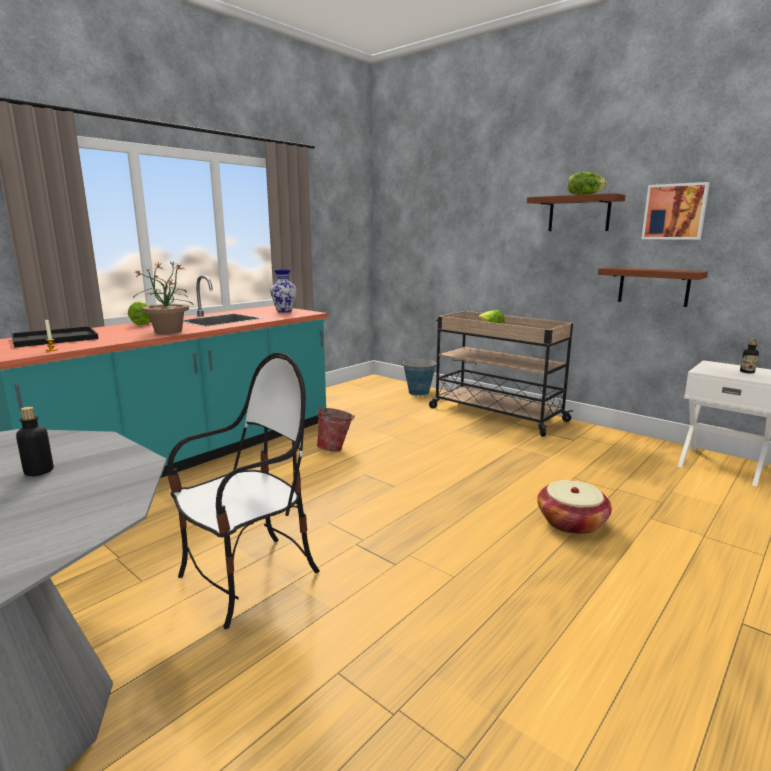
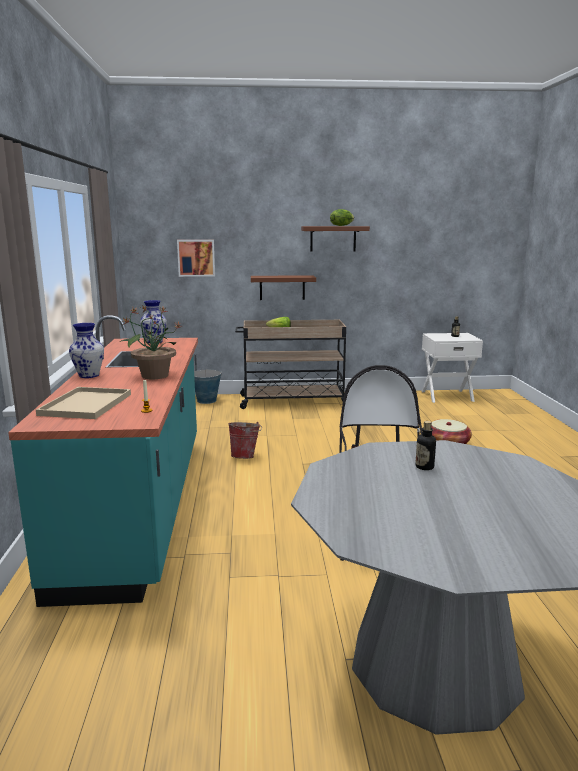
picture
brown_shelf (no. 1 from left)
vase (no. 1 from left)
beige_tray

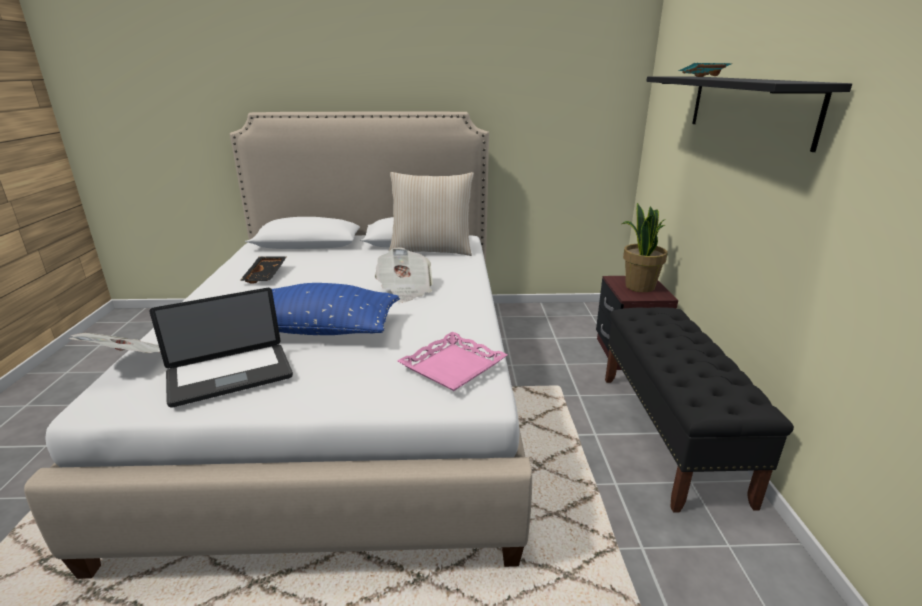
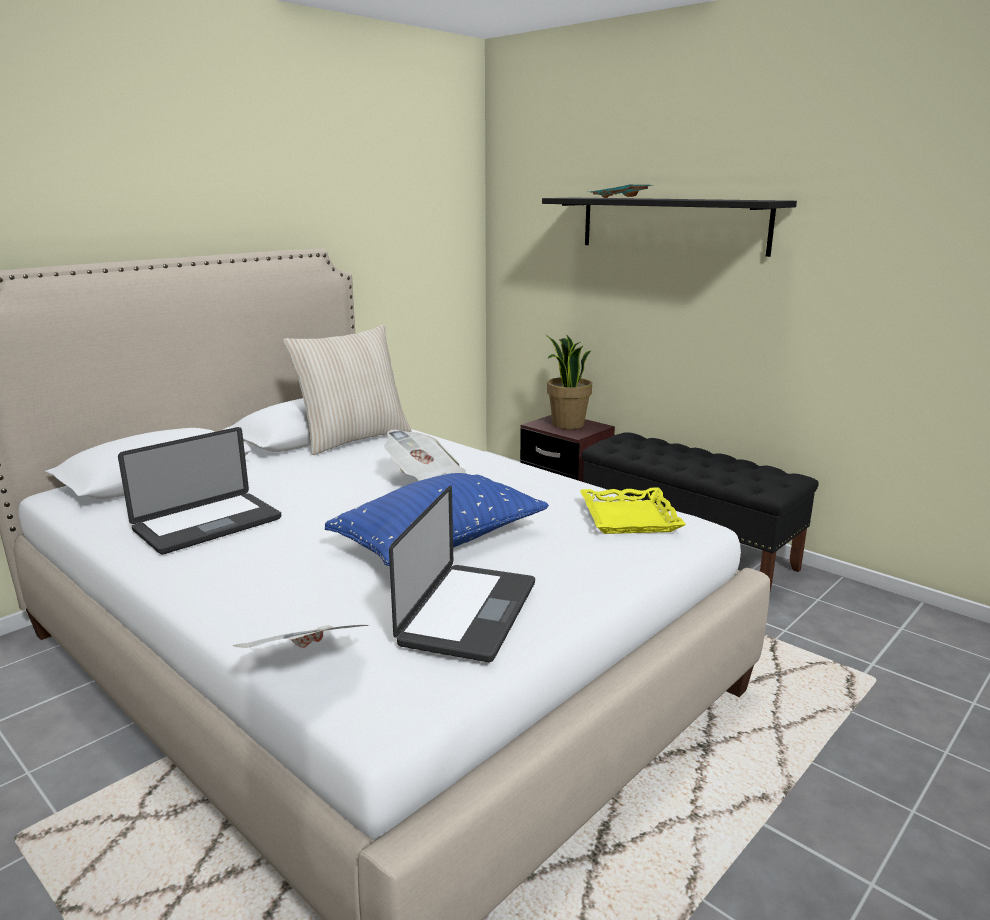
laptop (no. 1 from left)
yellow_tray

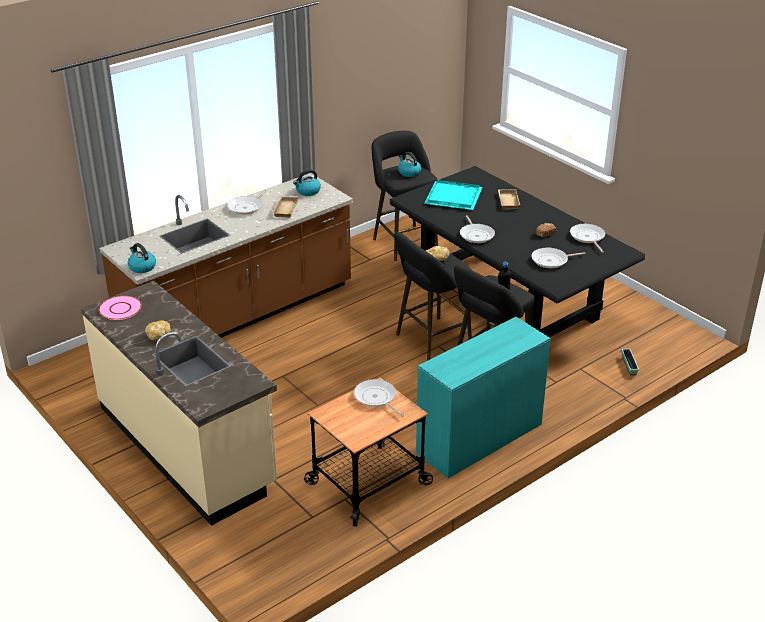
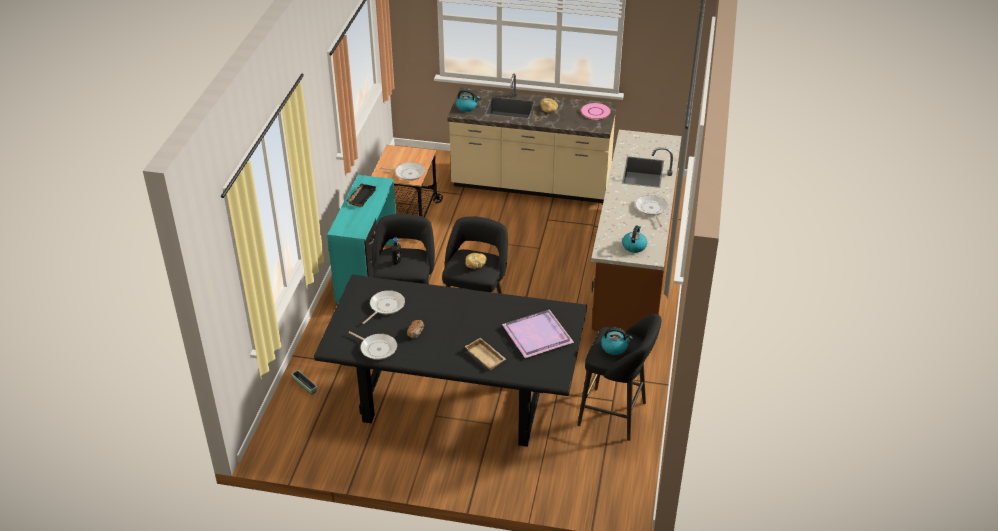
purple_tray
beige_tray (no. 1 from left in the first image)
frying_pan (no. 3 from left in the first image)
kettle (no. 1 from left)
black_tray

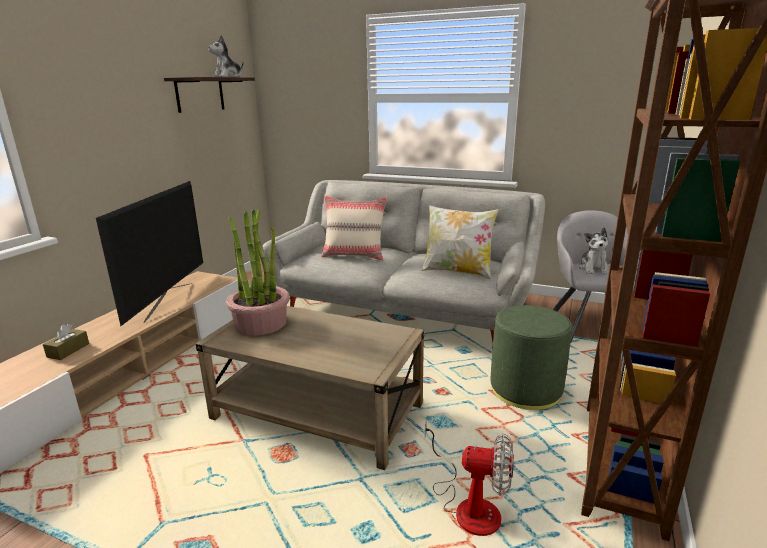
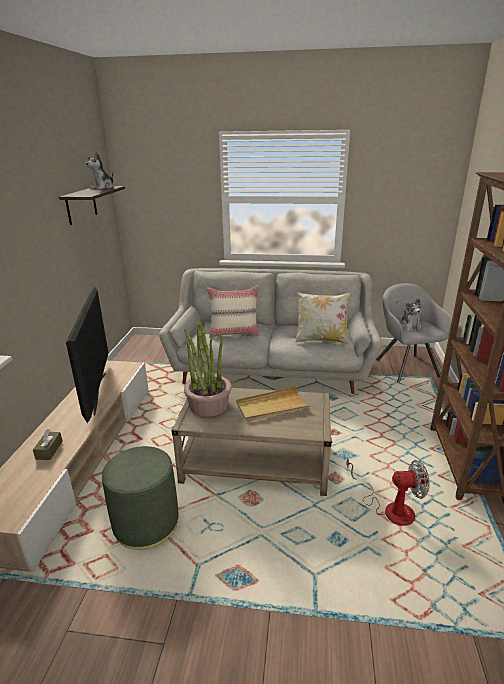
green_ottoman
beige_tray

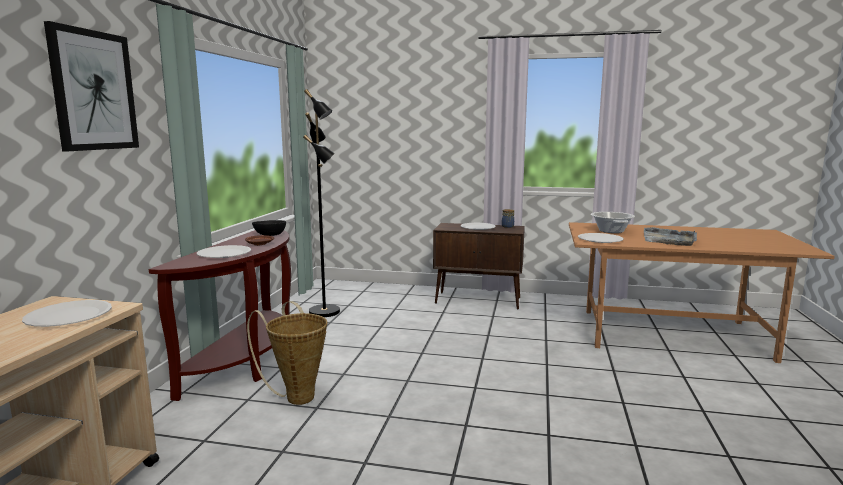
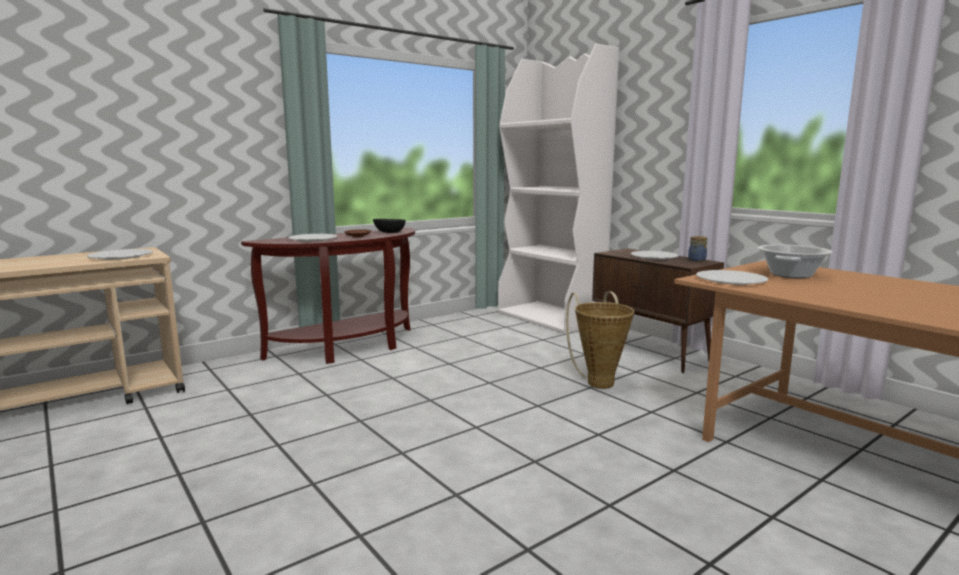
picture
black_floor_lamp
grey_tray
basket
white_bookcase

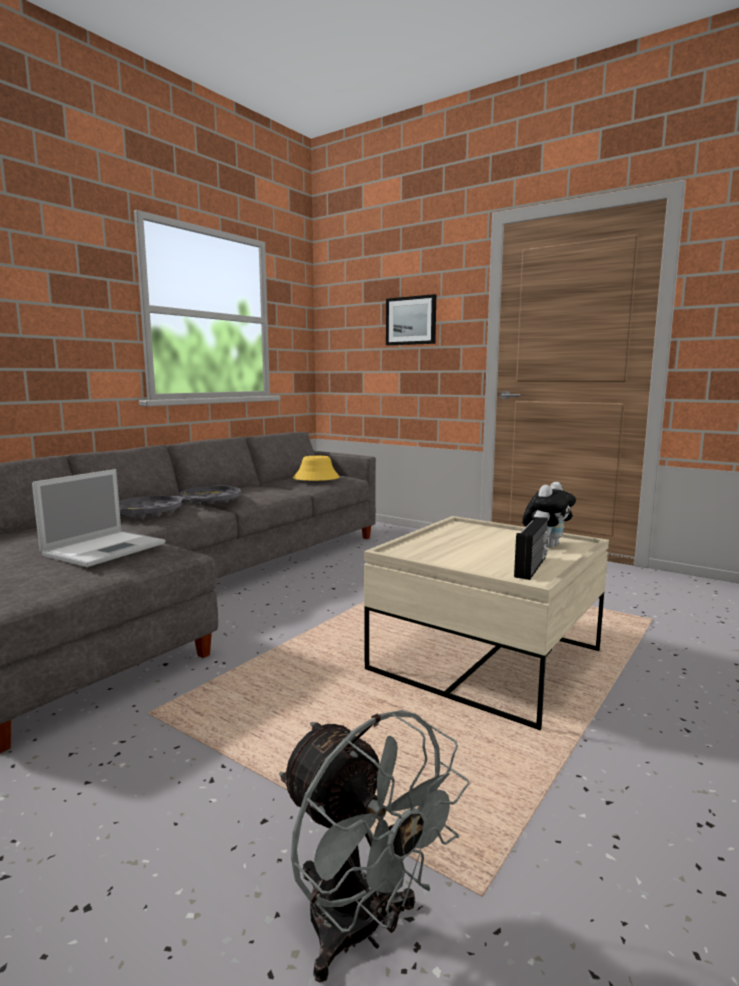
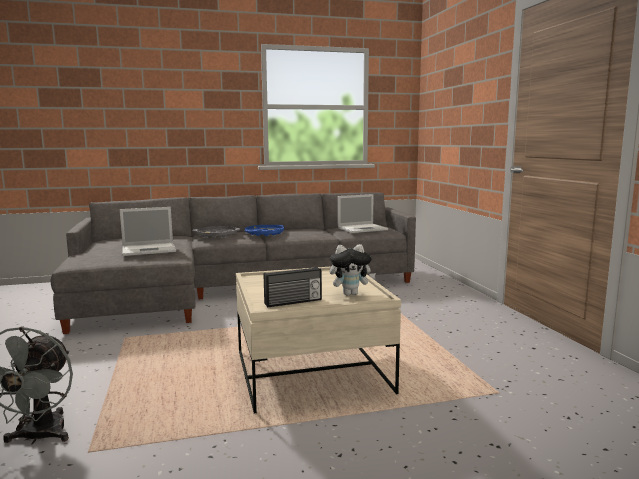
picture
laptop (no. 2 from left)
blue_tray

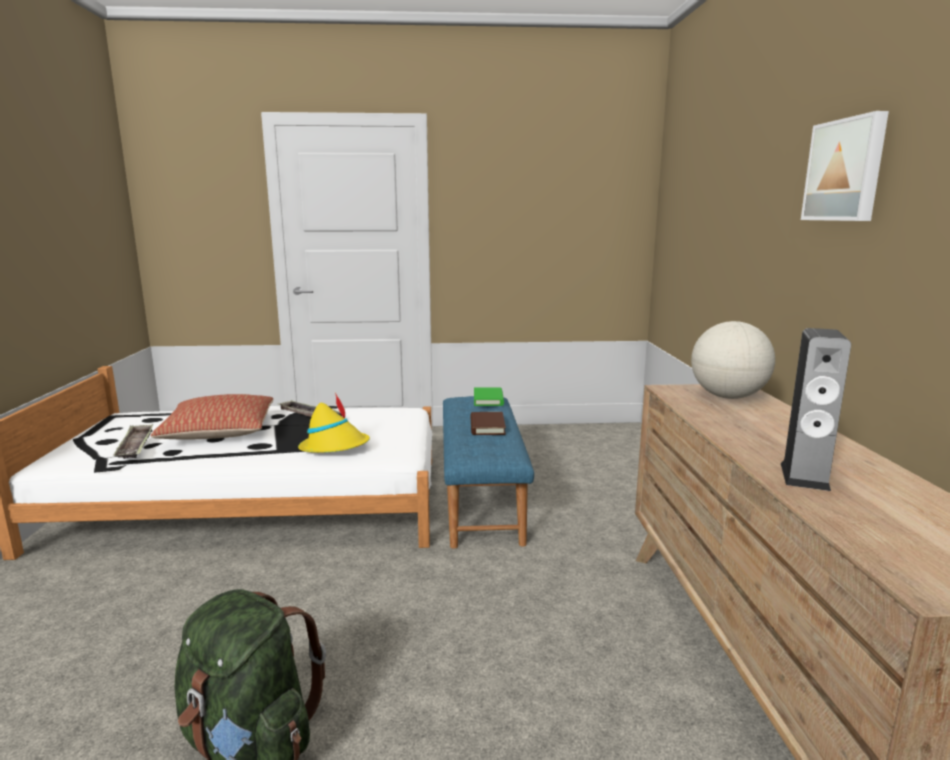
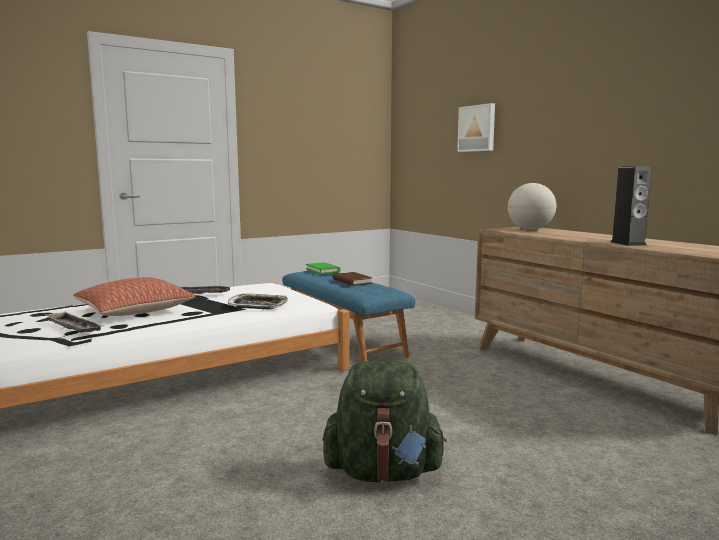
picture
tray (no. 3 from left)

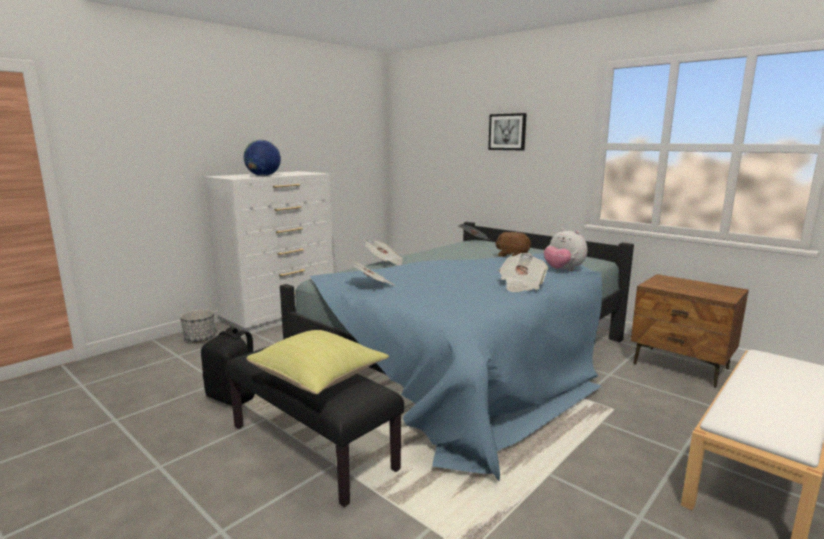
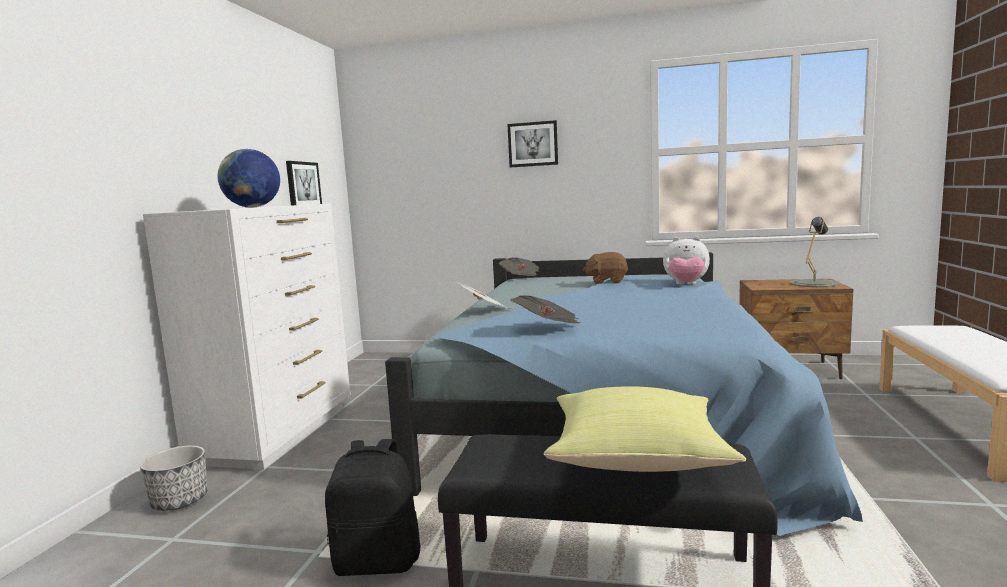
newspaper (no. 4 from left in the first image)
picture (no. 1 from left)
grey_table_lamp

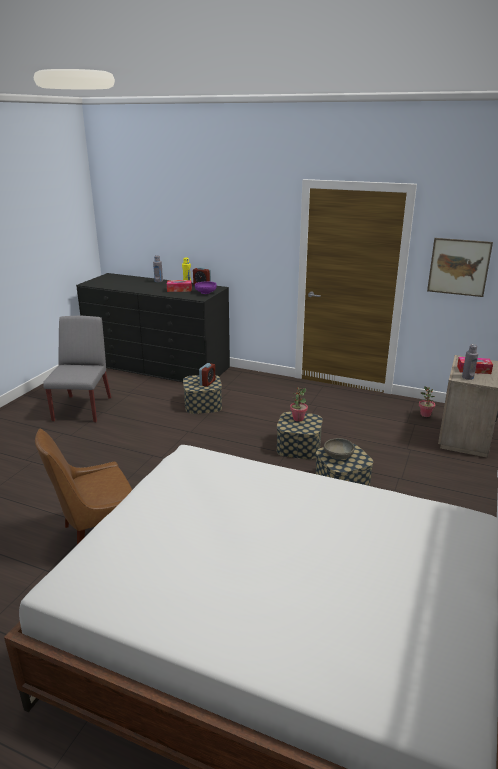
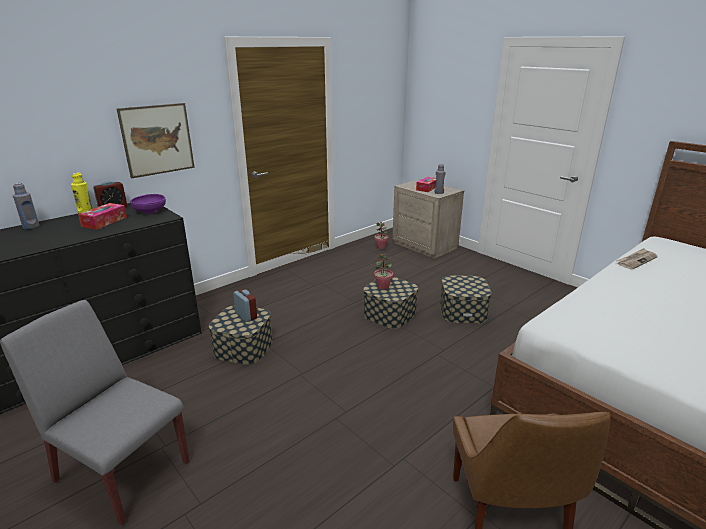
picture
grey_bowl
newspaper

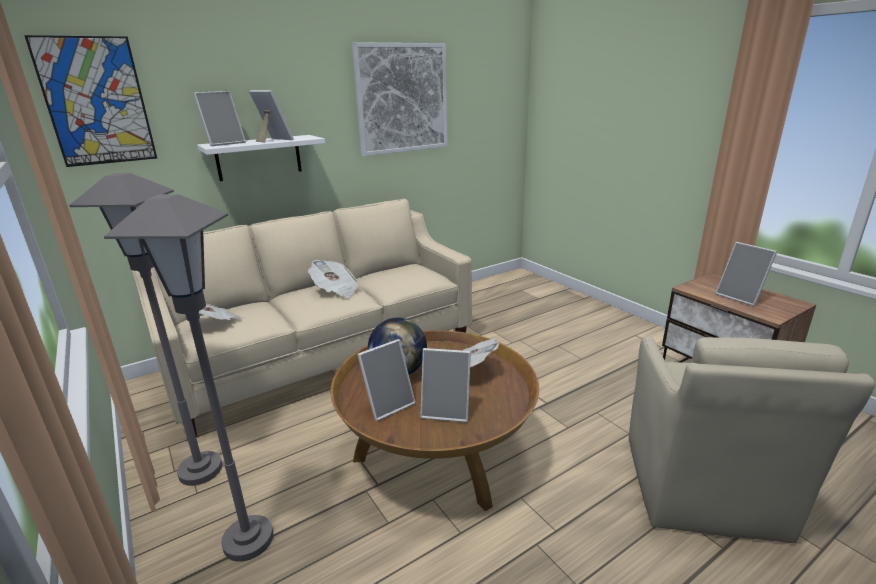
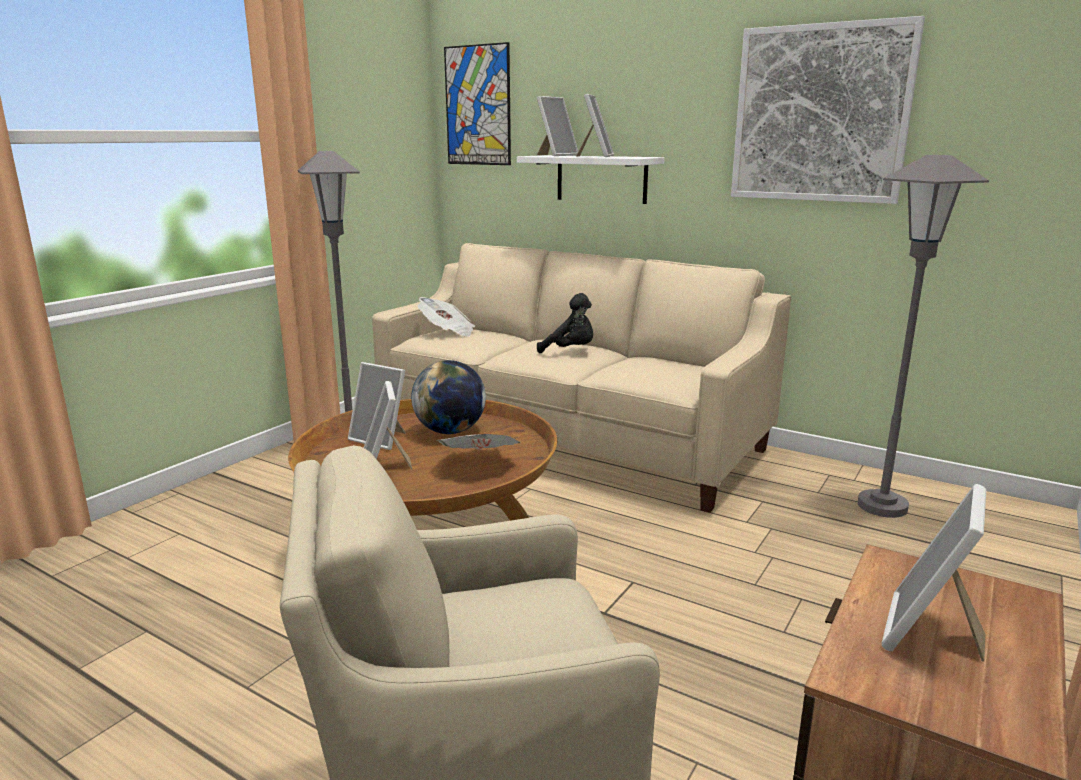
picture_frame (no. 3 from left)
grey_floor_lamp (no. 2 from left)
black_plush_toy

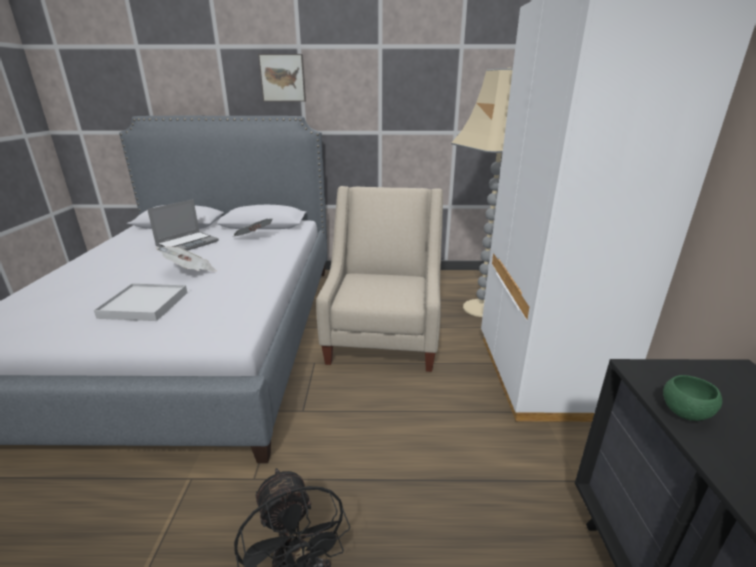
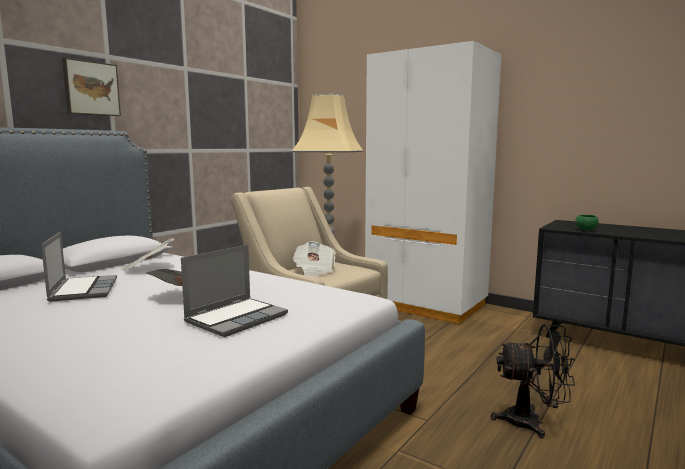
laptop (no. 2 from left)
newspaper (no. 3 from left)

